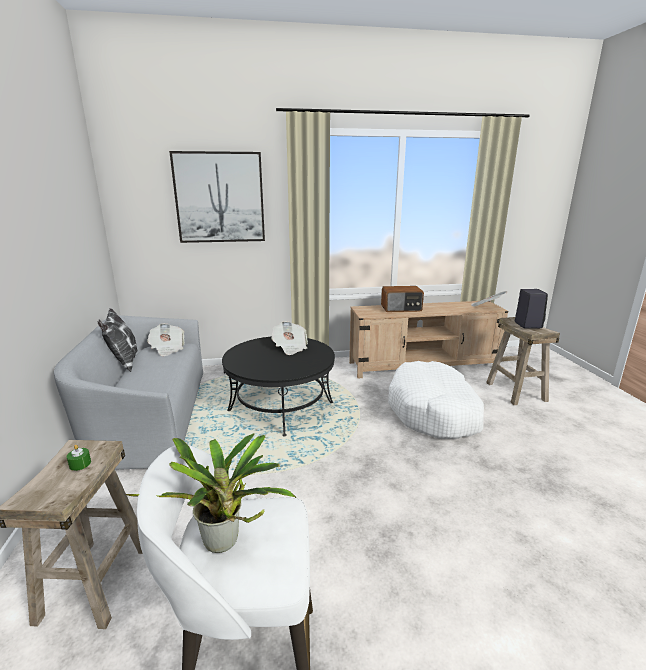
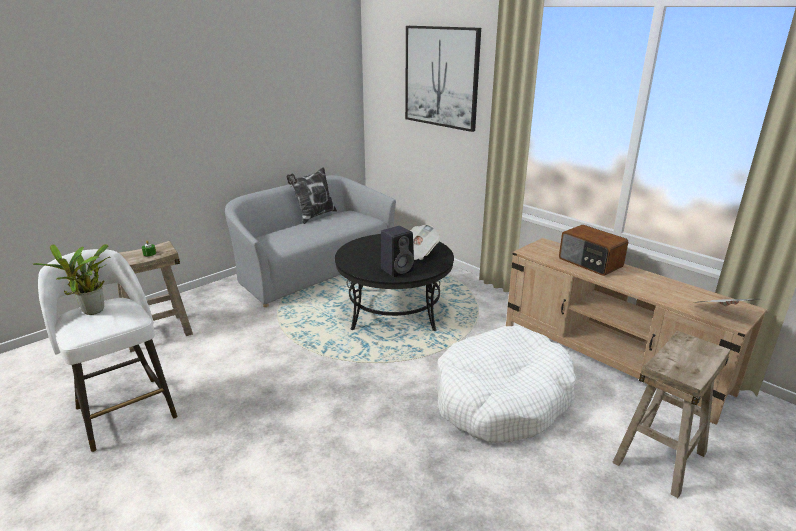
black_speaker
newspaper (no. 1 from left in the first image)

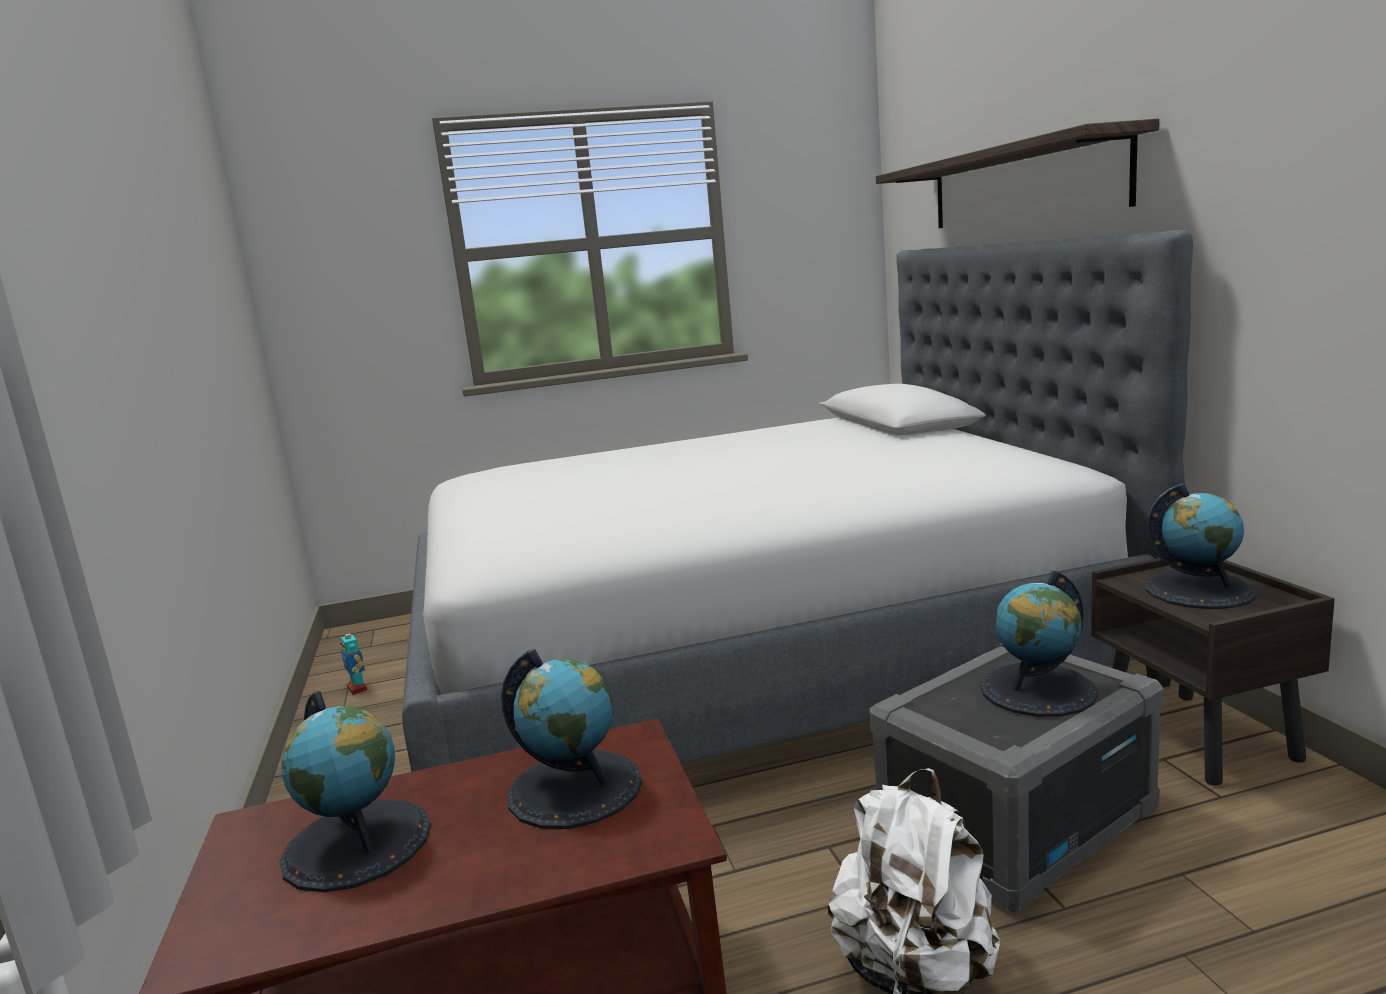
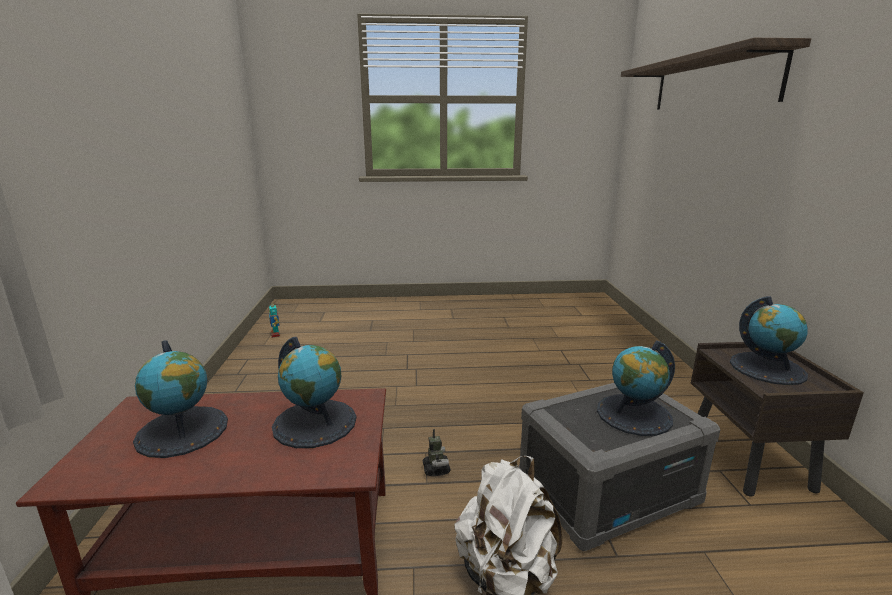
bed
toy_robot (no. 2 from left)

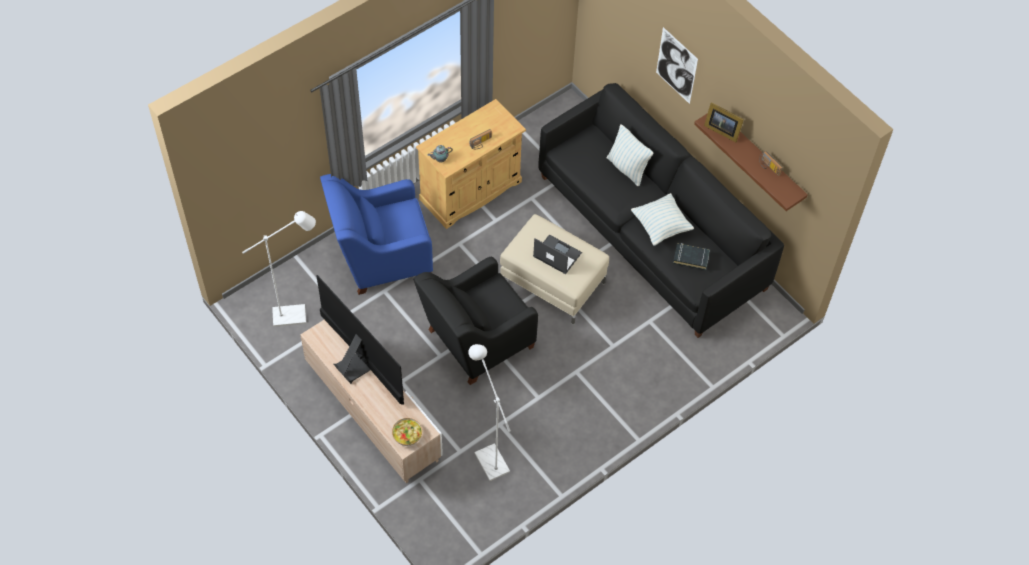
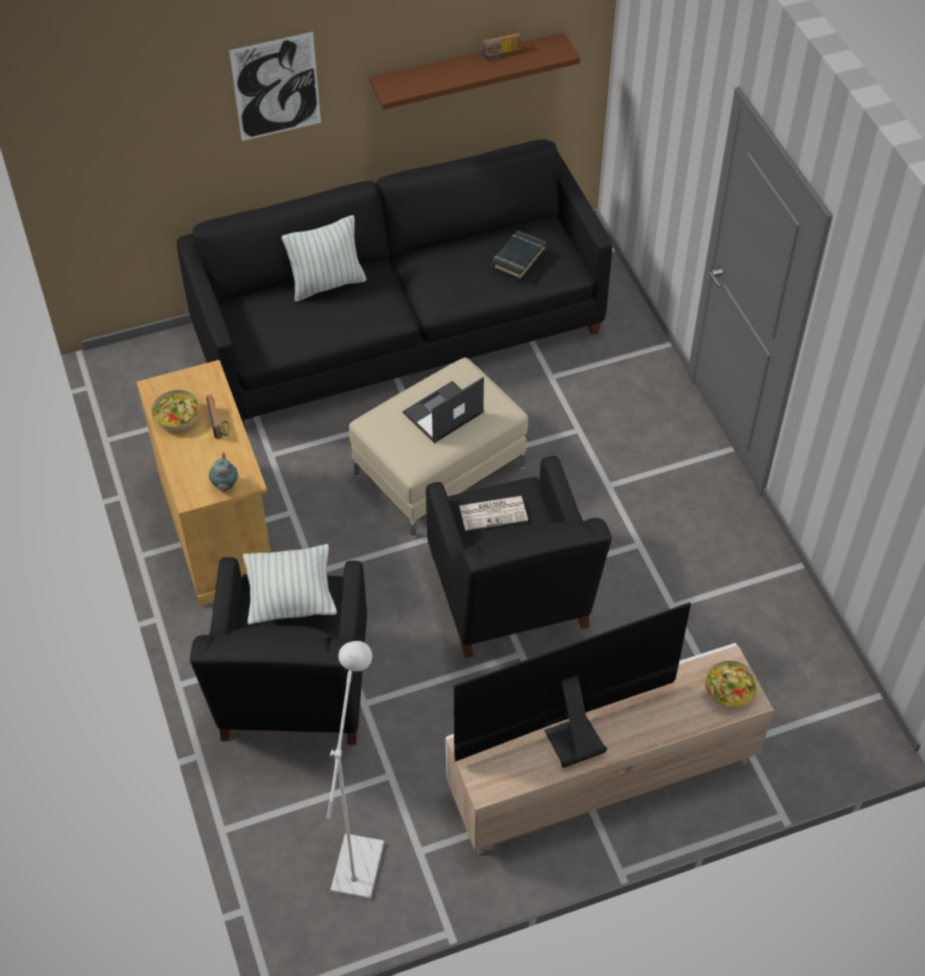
picture_frame
black_armchair (no. 1 from left)
pillow (no. 1 from left)
white_floor_lamp (no. 2 from left in the first image)
bowl (no. 1 from left)
newspaper

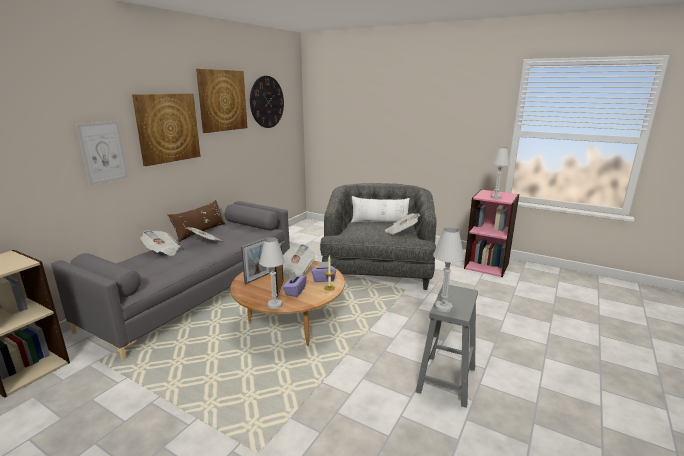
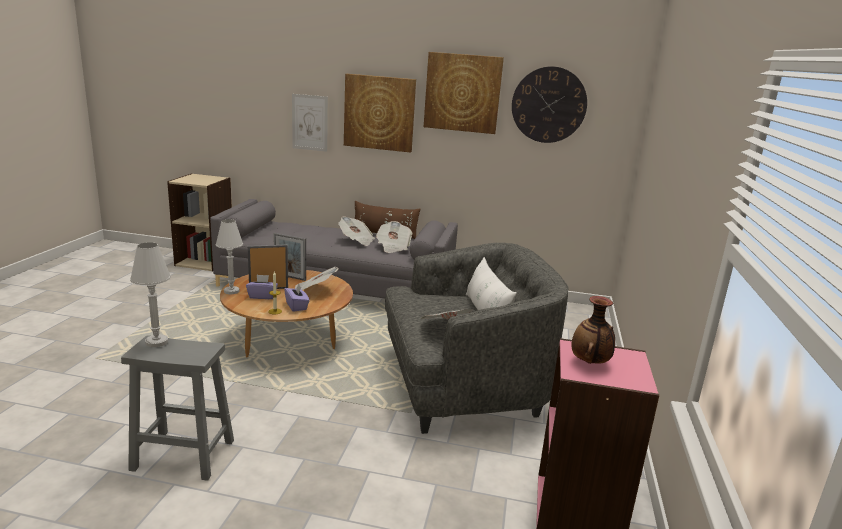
vase
newspaper (no. 3 from left)

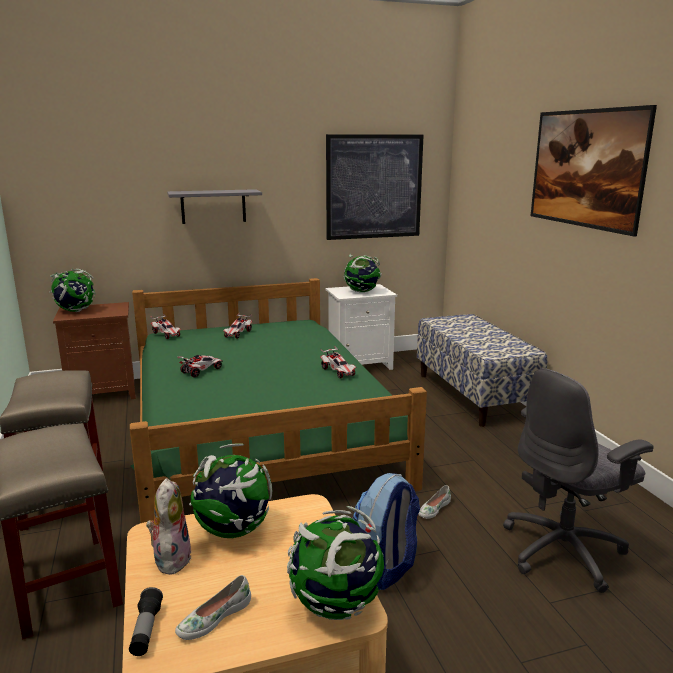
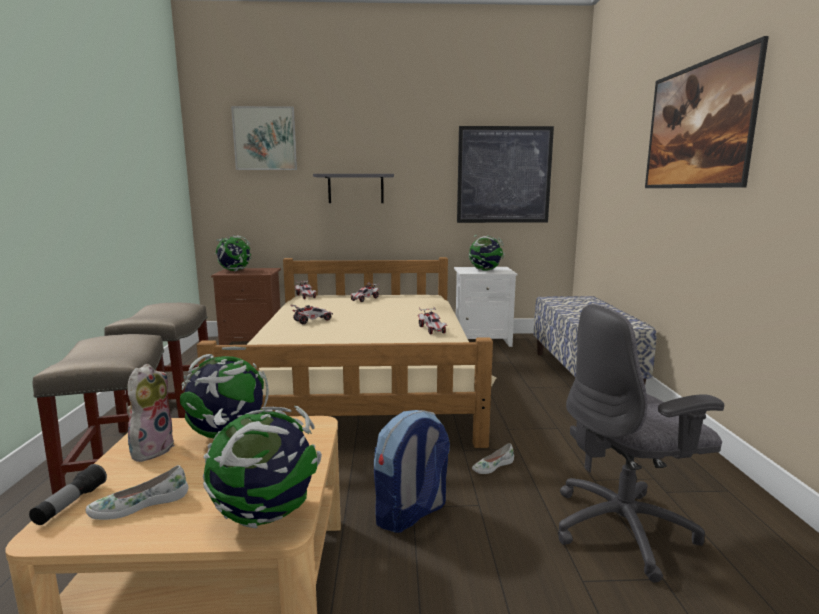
beige_bed
picture (no. 1 from left)

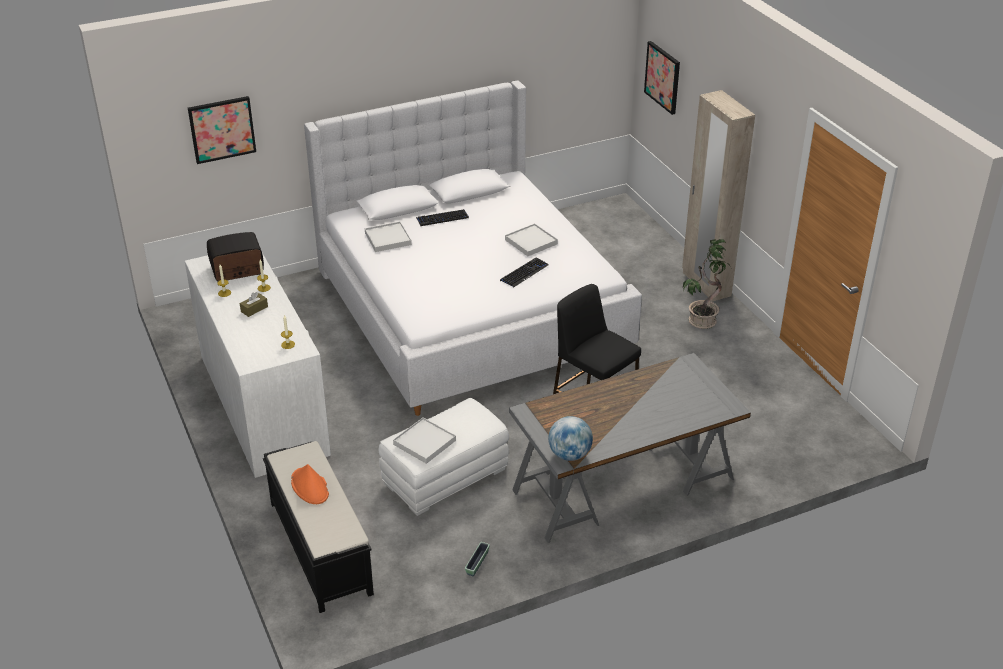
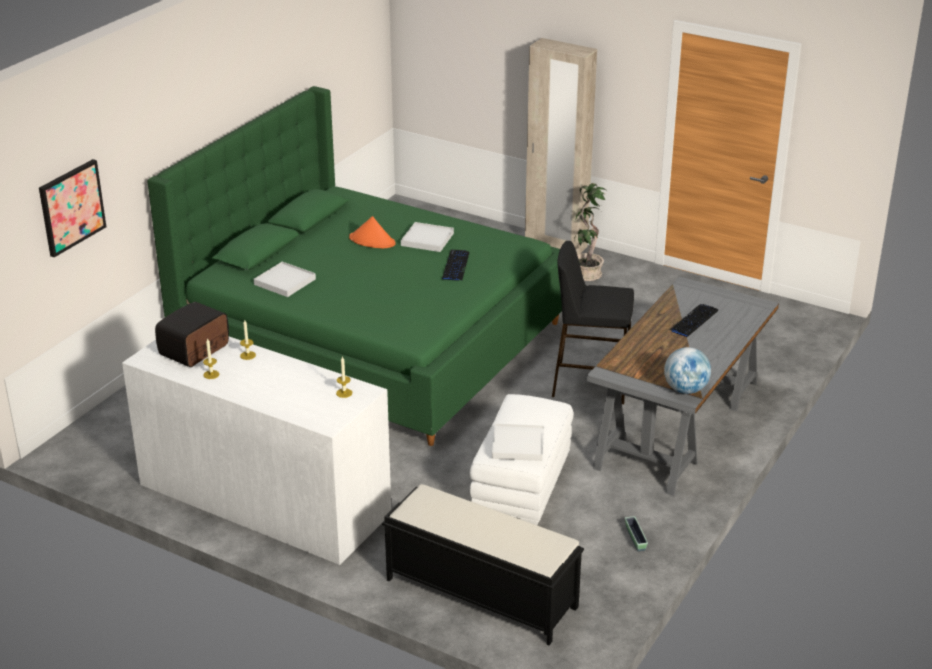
picture (no. 2 from left in the first image)
green_bed
keyboard (no. 2 from left)
brown_tissue_box
orange_hat

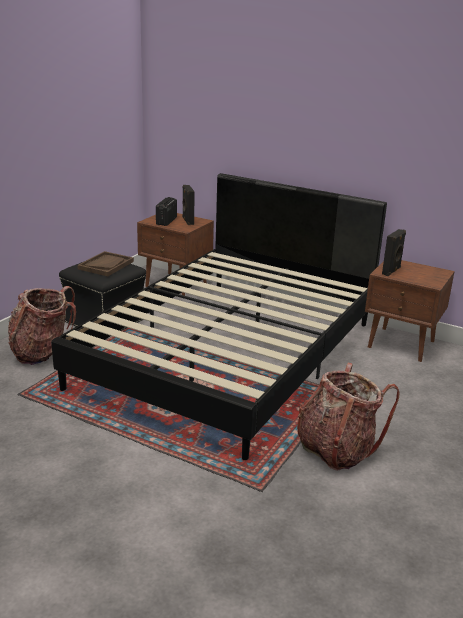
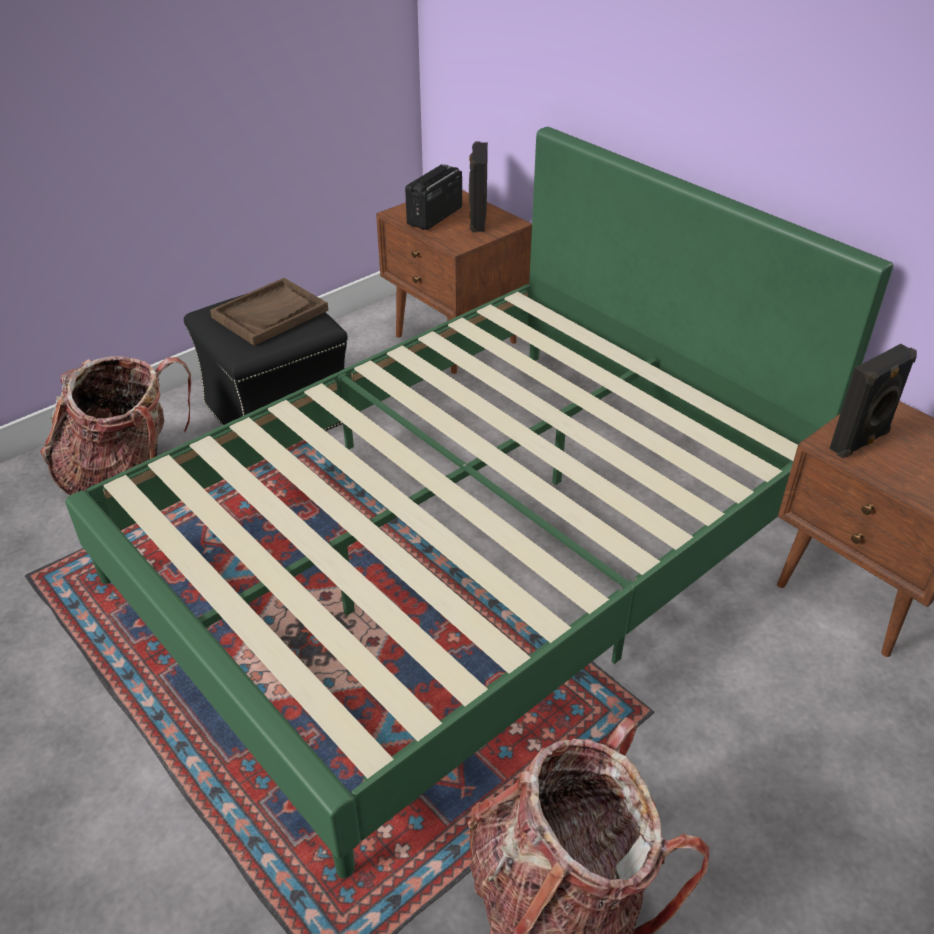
green_bed

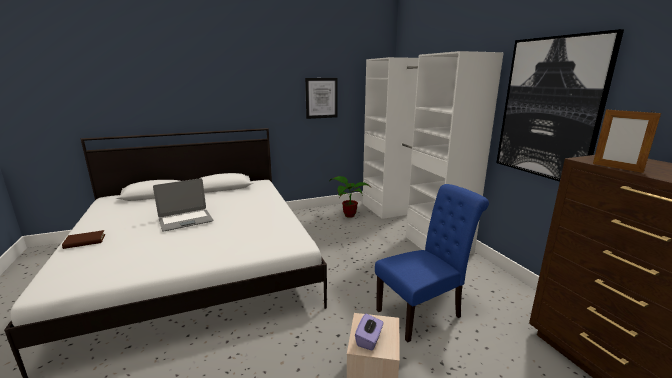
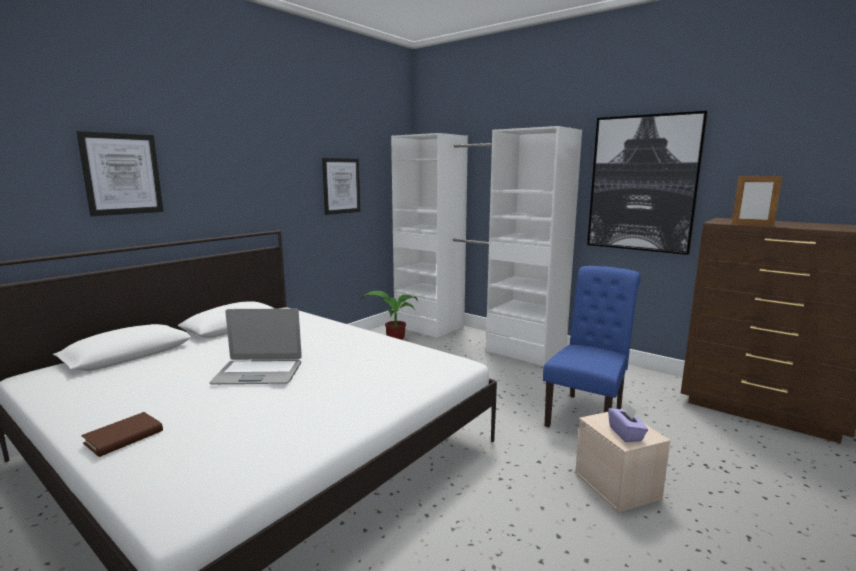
laptop
picture (no. 1 from left)

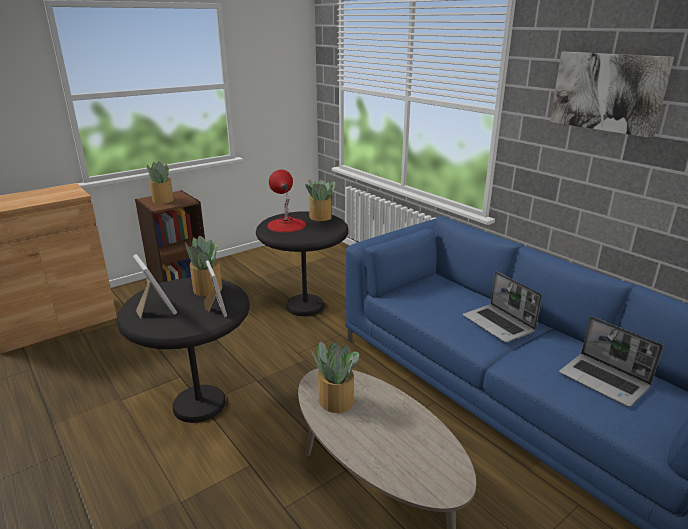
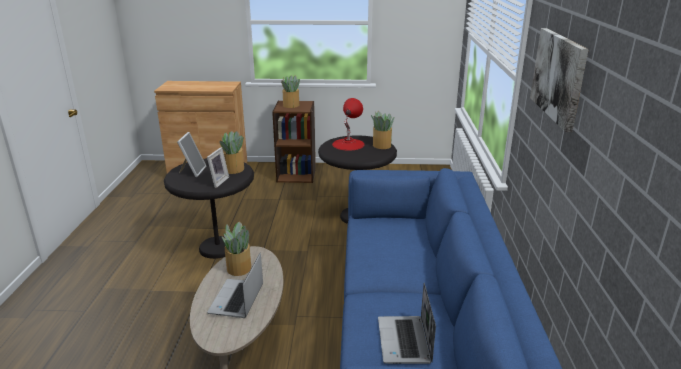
laptop (no. 1 from left)

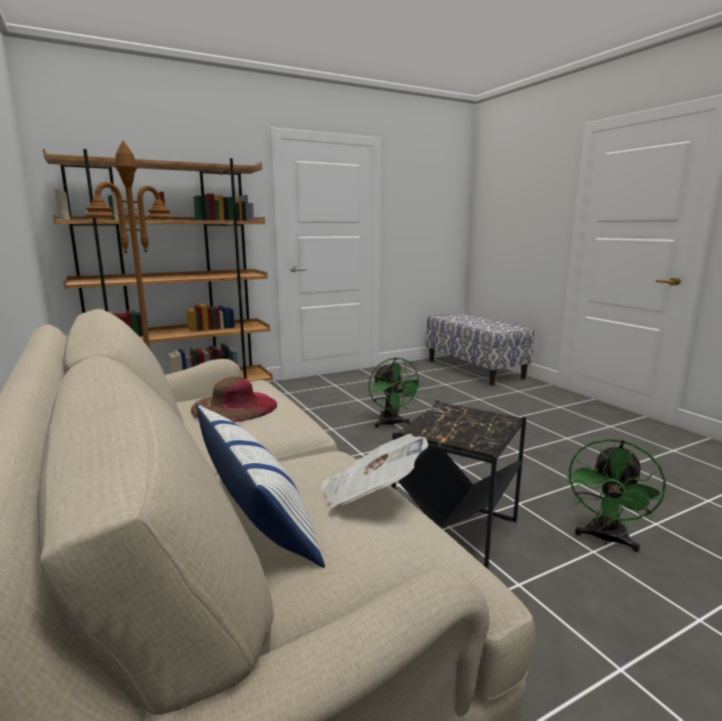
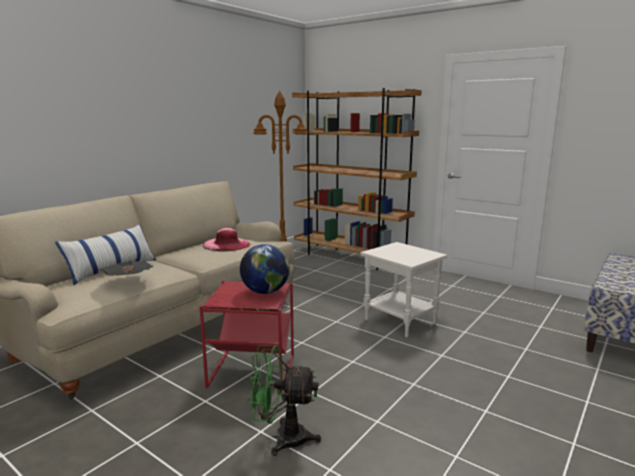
white_side_table
pink_hat
red_side_table
globe

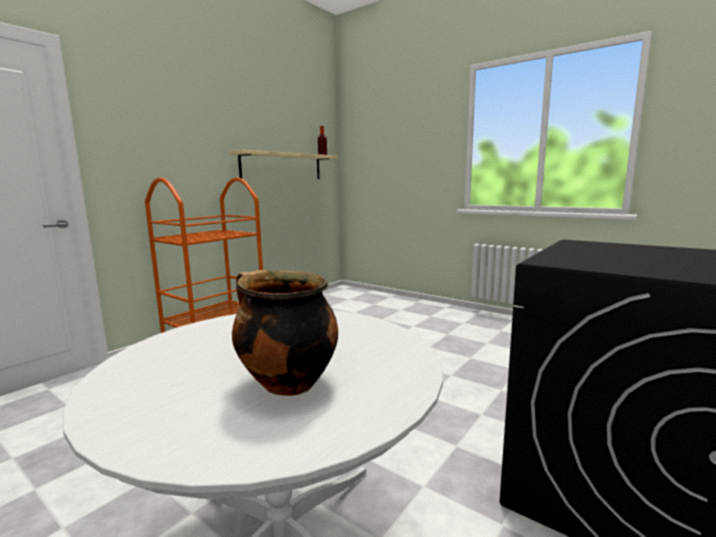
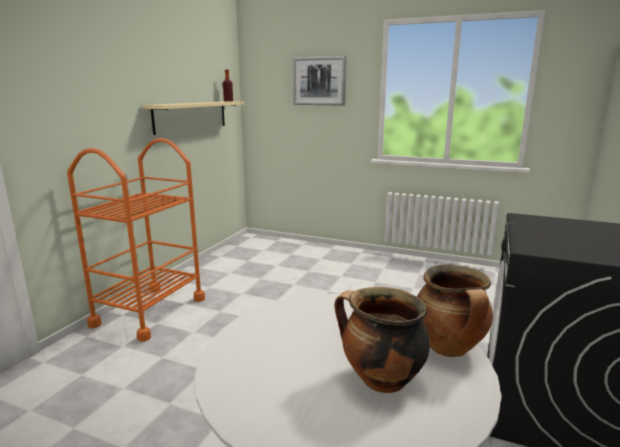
picture
cooking_pot (no. 2 from left)

